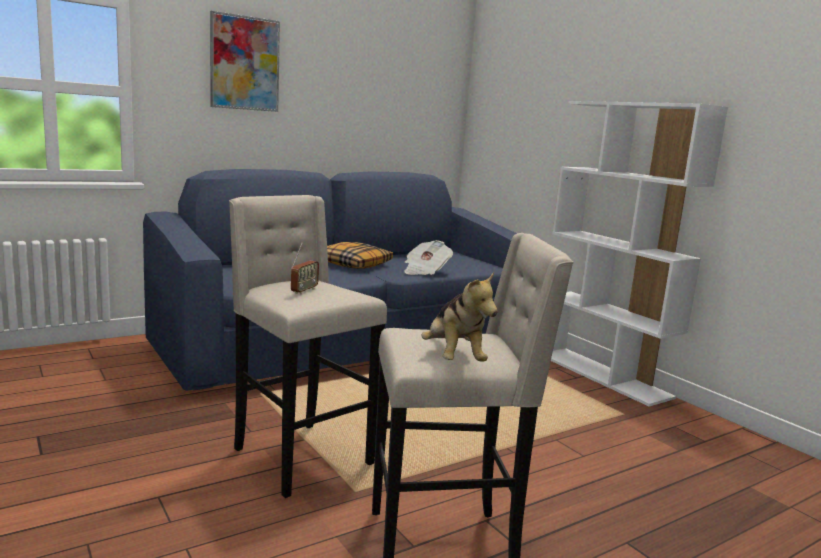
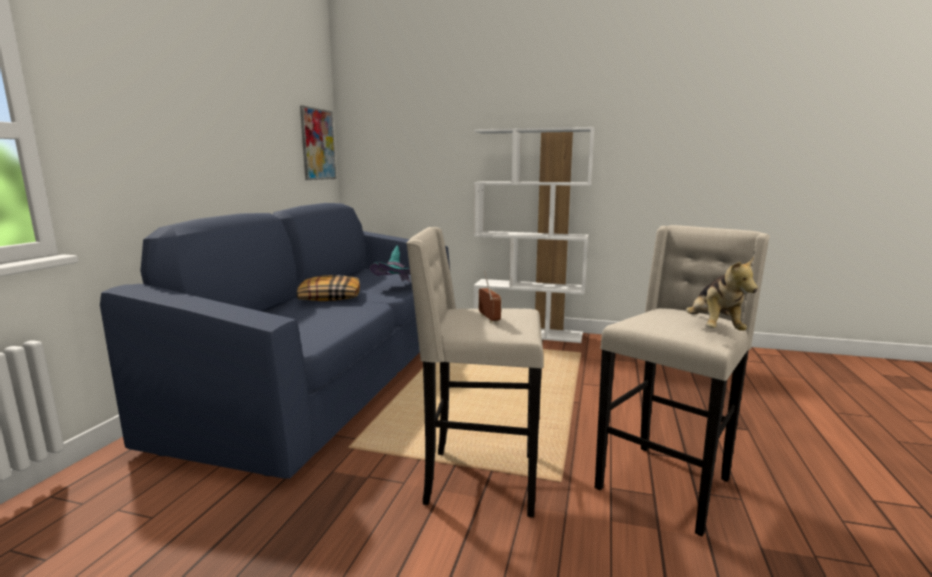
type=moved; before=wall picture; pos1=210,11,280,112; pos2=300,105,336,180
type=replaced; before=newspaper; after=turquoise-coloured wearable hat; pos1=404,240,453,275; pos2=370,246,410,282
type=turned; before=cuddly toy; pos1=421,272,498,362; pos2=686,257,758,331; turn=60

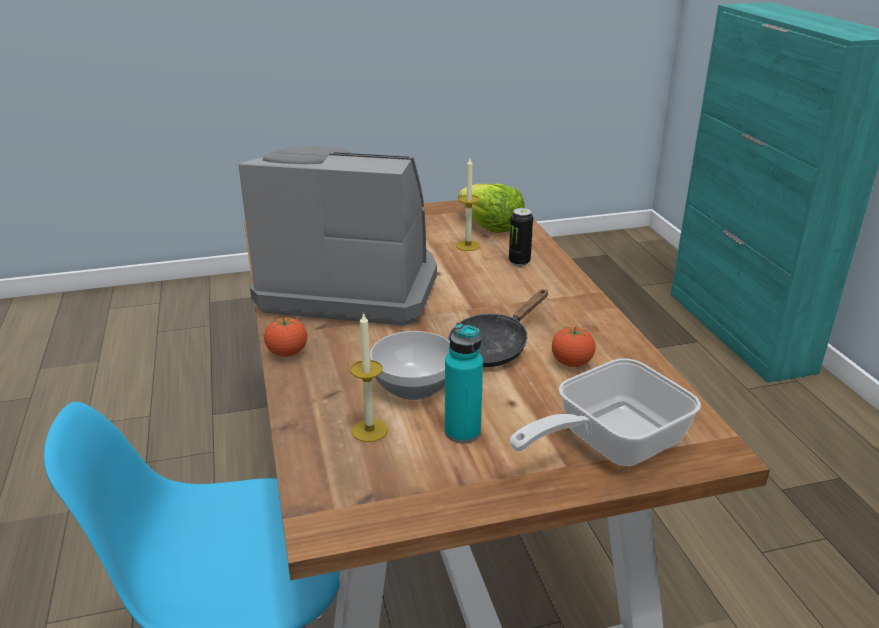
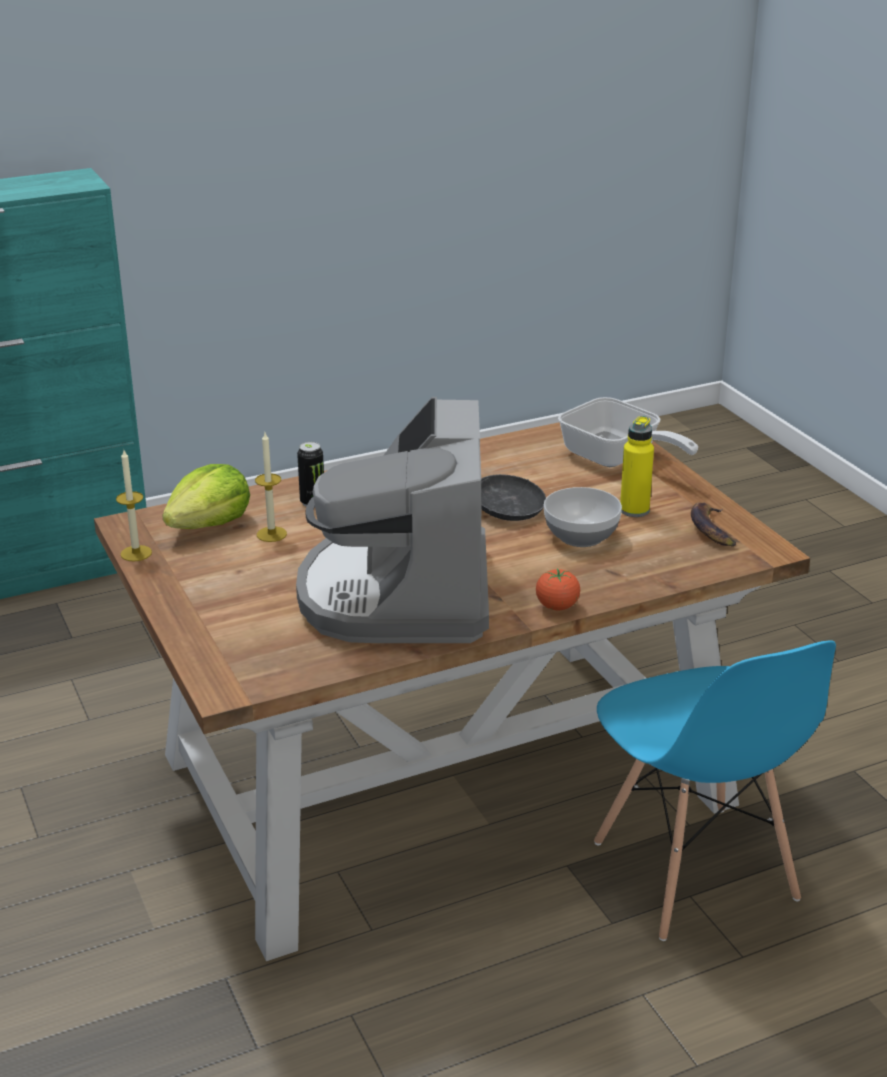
type=removed; before=whole tomato; pos1=552,325,596,367
type=added; after=banana fruit; pos2=691,502,736,547
type=moved; before=wax light; pos1=351,312,388,442; pos2=116,450,152,561
type=recoloured; before=turquoise-coloured drink bottle; after=yellow-coloured drink bottle; pos1=445,324,483,443; pos2=620,416,654,517

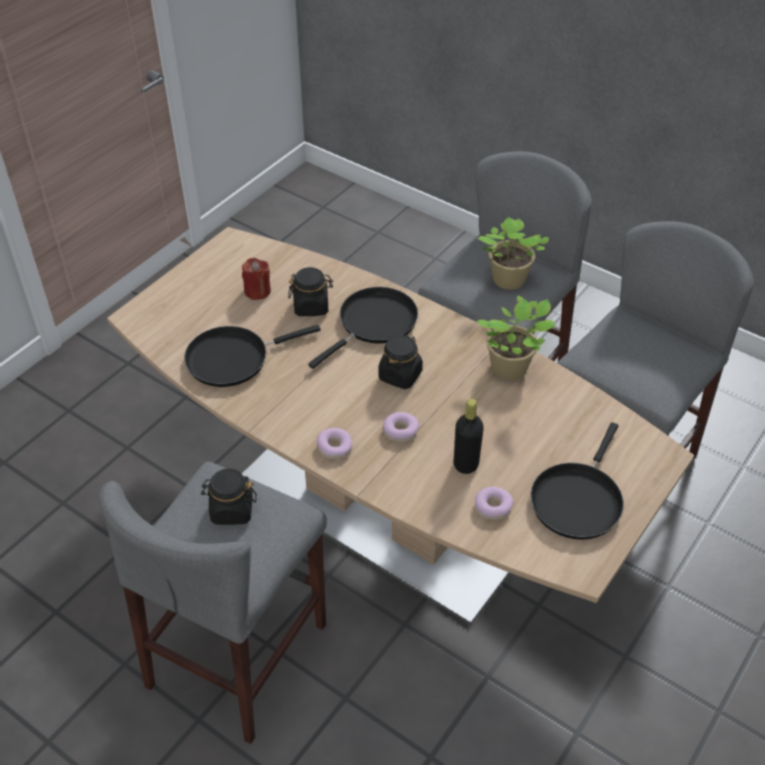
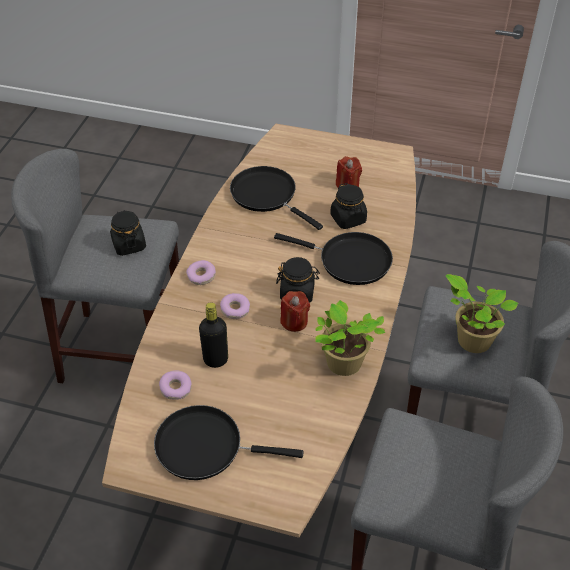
type=added; after=reddish wax light; pos2=280,291,310,332

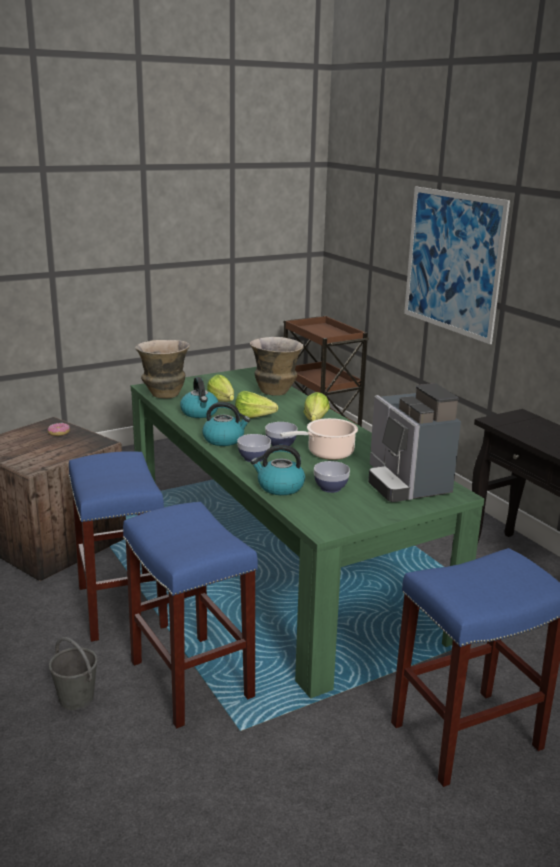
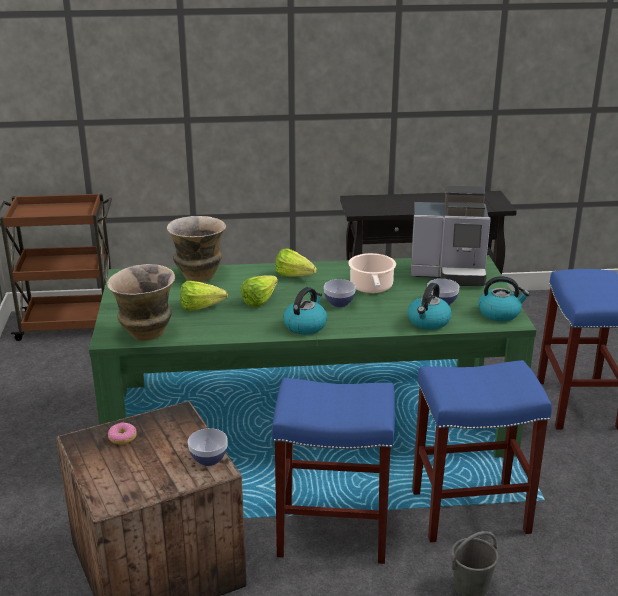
type=removed; before=wall picture; pos1=404,187,510,344
type=moved; before=kettle; pos1=180,377,218,418; pos2=478,276,530,322
type=moved; before=bowl; pos1=237,434,271,462; pos2=188,428,228,466

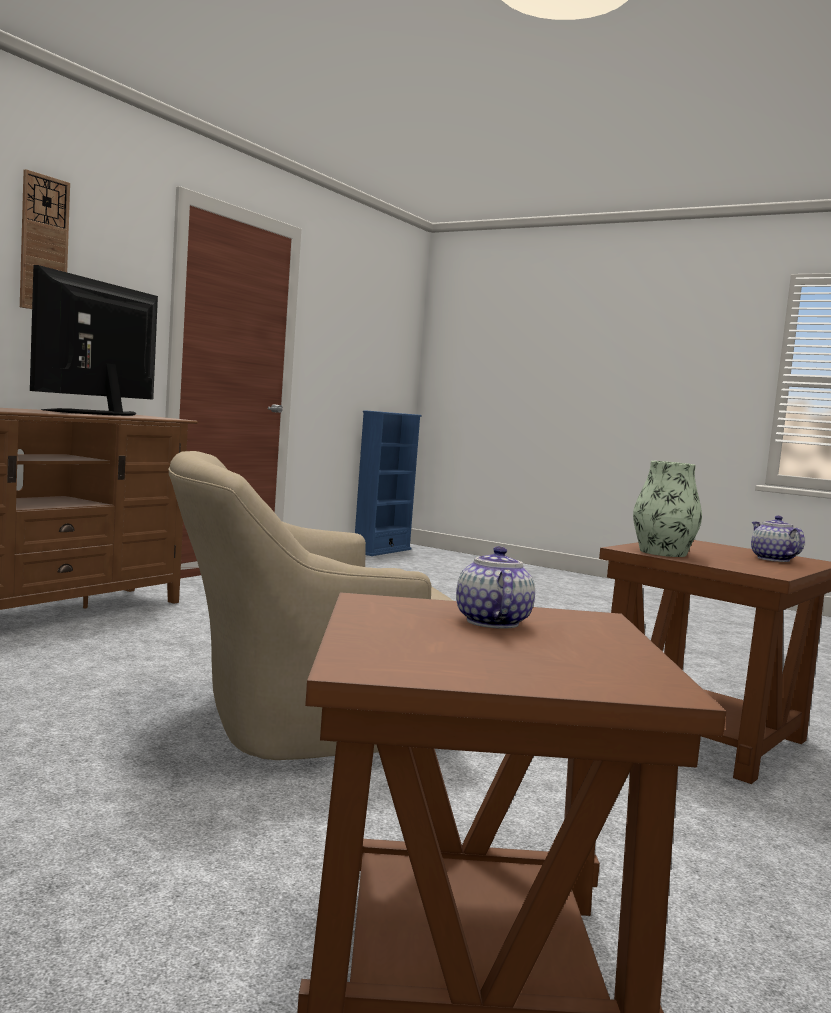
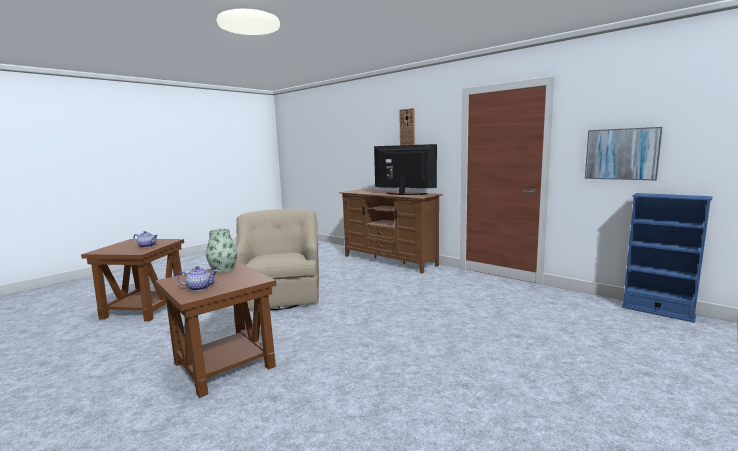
type=added; after=wall picture; pos2=585,127,662,180

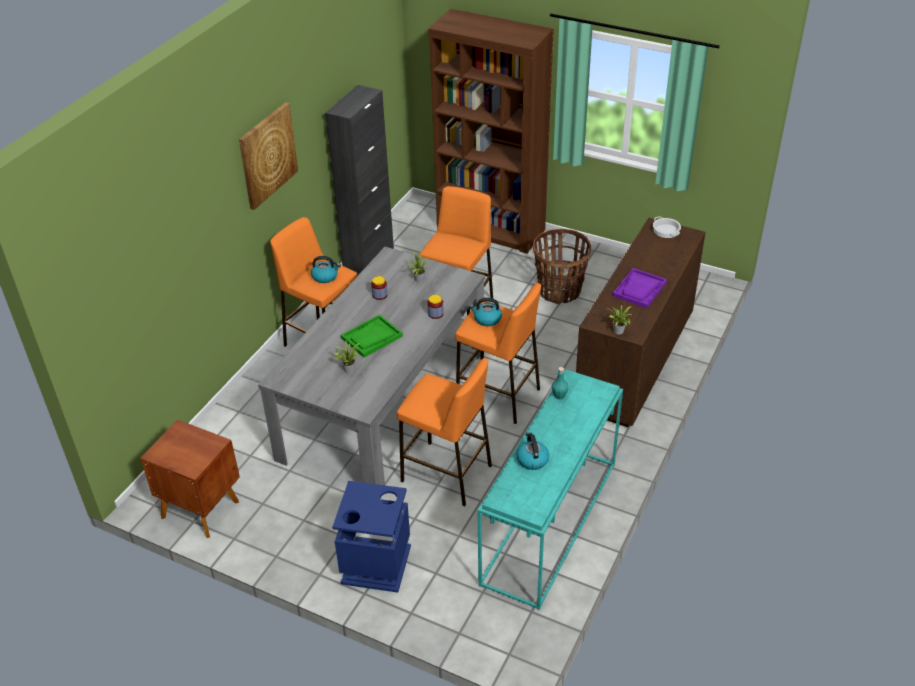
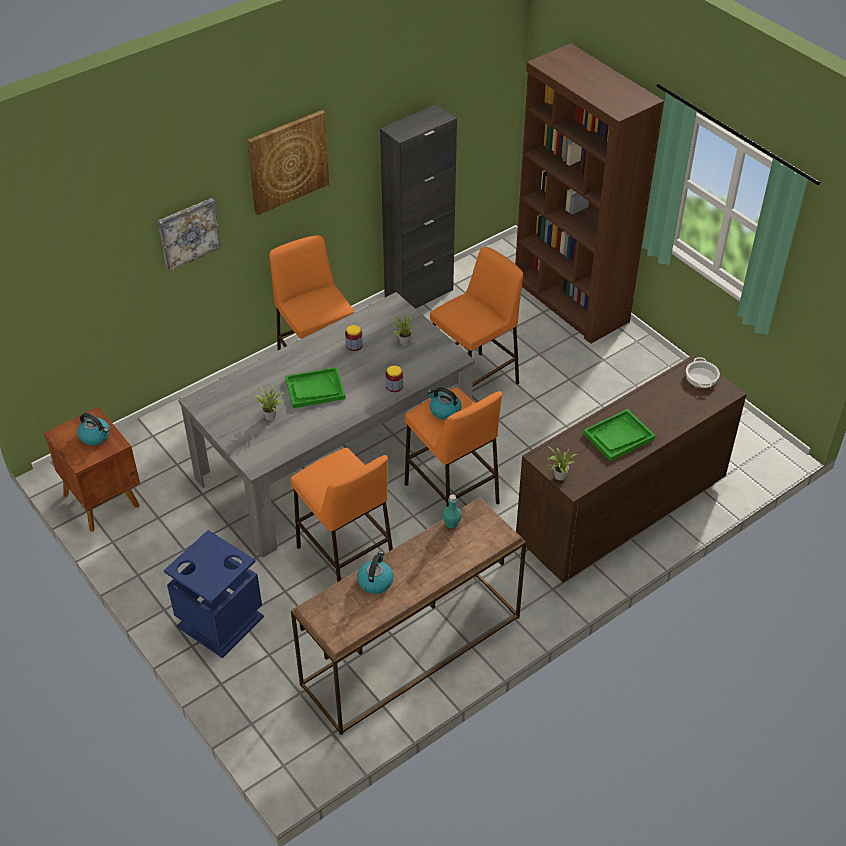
type=removed; before=household basket; pos1=533,229,591,304
type=added; after=wall picture; pos2=158,198,221,271
type=moved; before=kettle; pos1=311,256,341,283; pos2=77,413,110,445
type=recoloured; before=turquoise-coloured console table; after=brownish console table; pos1=478,370,623,610; pos2=291,497,526,735
type=recoloured; before=purple-coloured tray; after=green-coloured tray; pos1=613,268,667,308; pos2=583,409,655,461

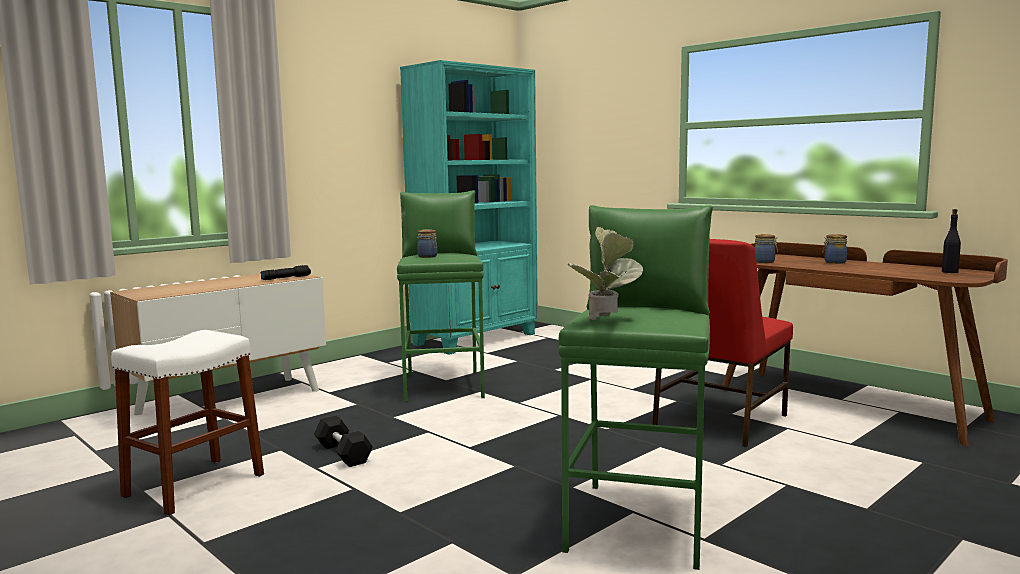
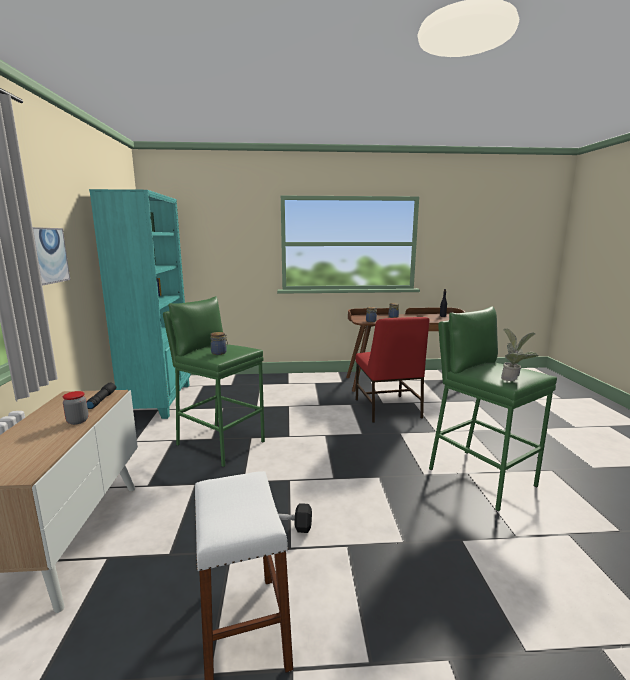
type=added; after=wall picture; pos2=33,227,70,286
type=added; after=storage jar; pos2=63,391,88,425

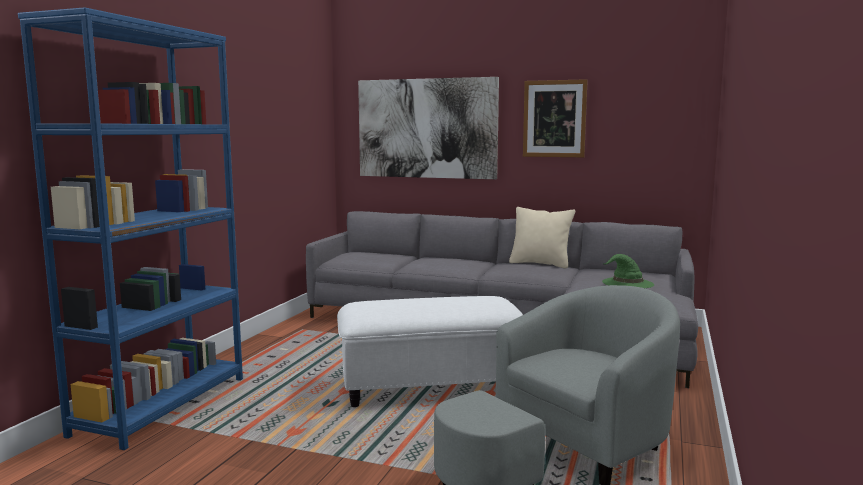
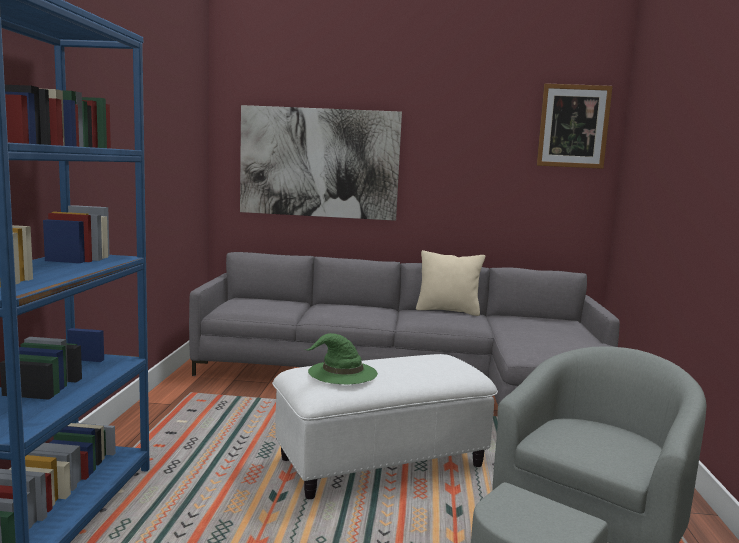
type=moved; before=wall picture; pos1=523,79,588,157; pos2=537,83,613,169
type=moved; before=green-coloured wearable hat; pos1=602,254,654,288; pos2=304,333,378,385

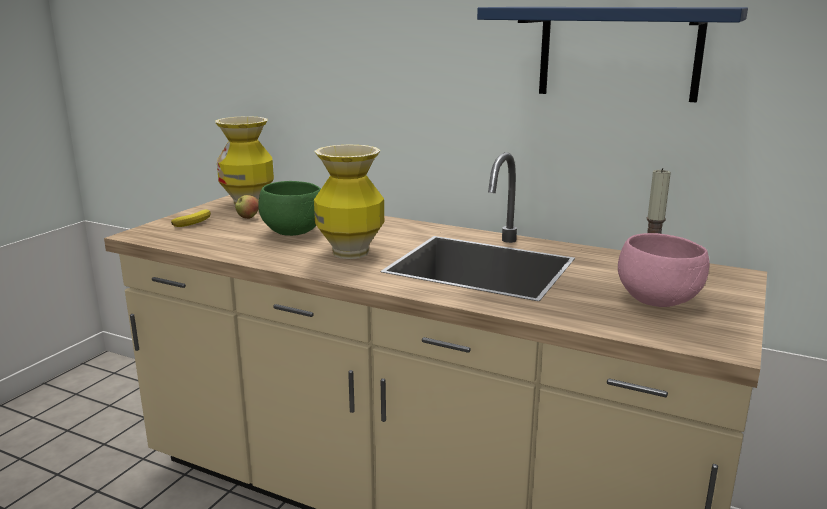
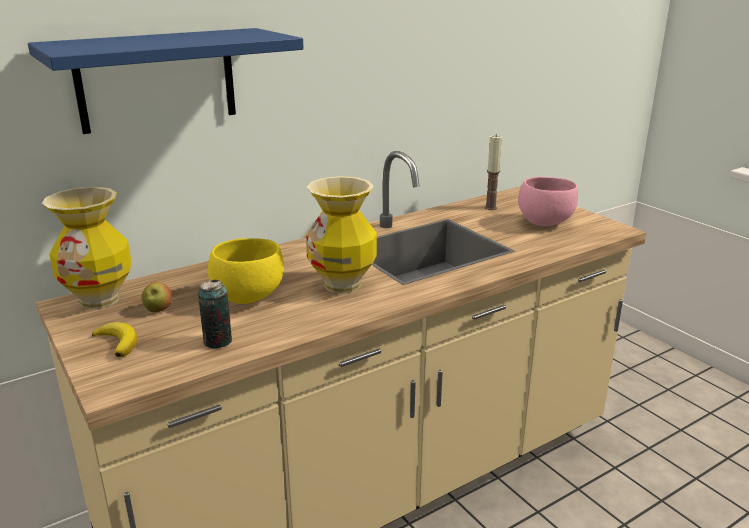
type=added; after=sealed can; pos2=198,280,232,349
type=moved; before=blue-coloured wall shelf; pos1=477,7,748,102; pos2=28,28,304,134
type=recoloured; before=green-coloured bowl; after=yellow-coloured bowl; pos1=258,181,321,236; pos2=208,238,284,304

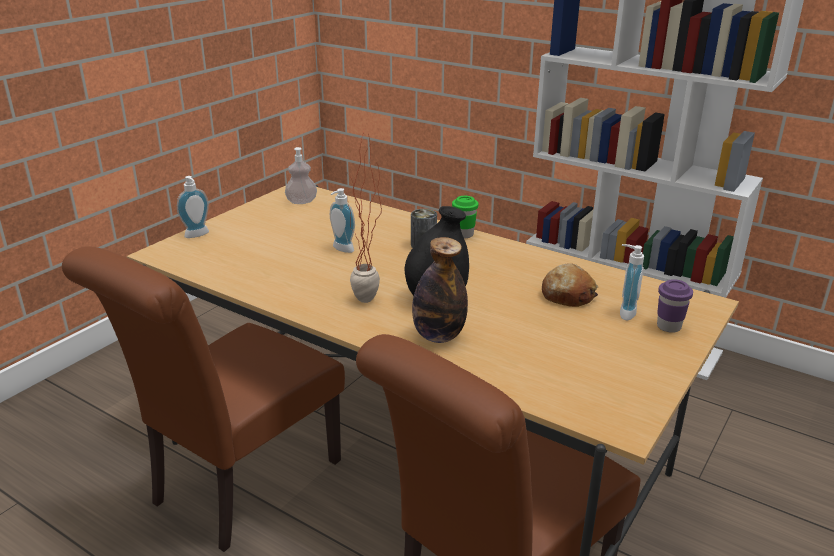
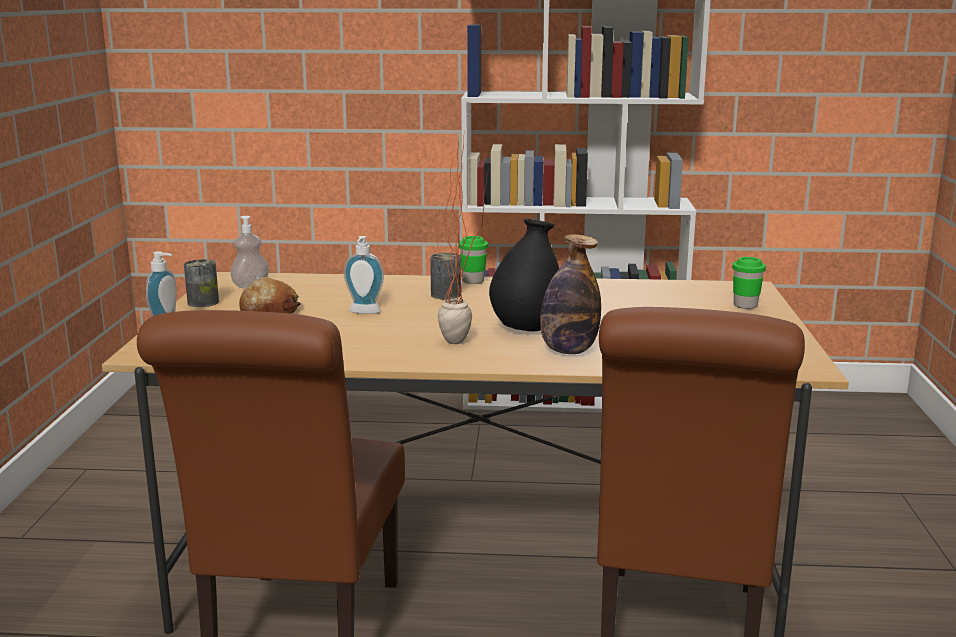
type=removed; before=soap dispenser; pos1=620,244,644,320
type=added; after=sealed can; pos2=184,259,219,307
type=moved; before=bakery bread; pos1=542,263,598,307; pos2=239,277,301,314
type=recoloured; before=purple-coloured small cup; after=green-coloured small cup; pos1=657,279,693,333; pos2=732,257,766,309

